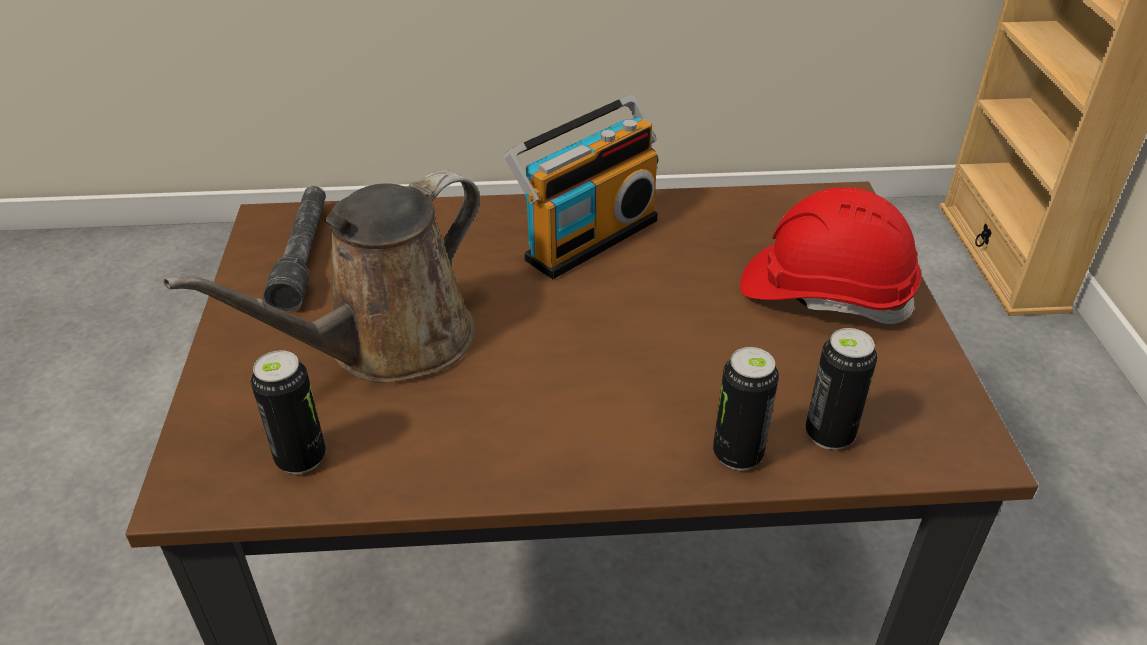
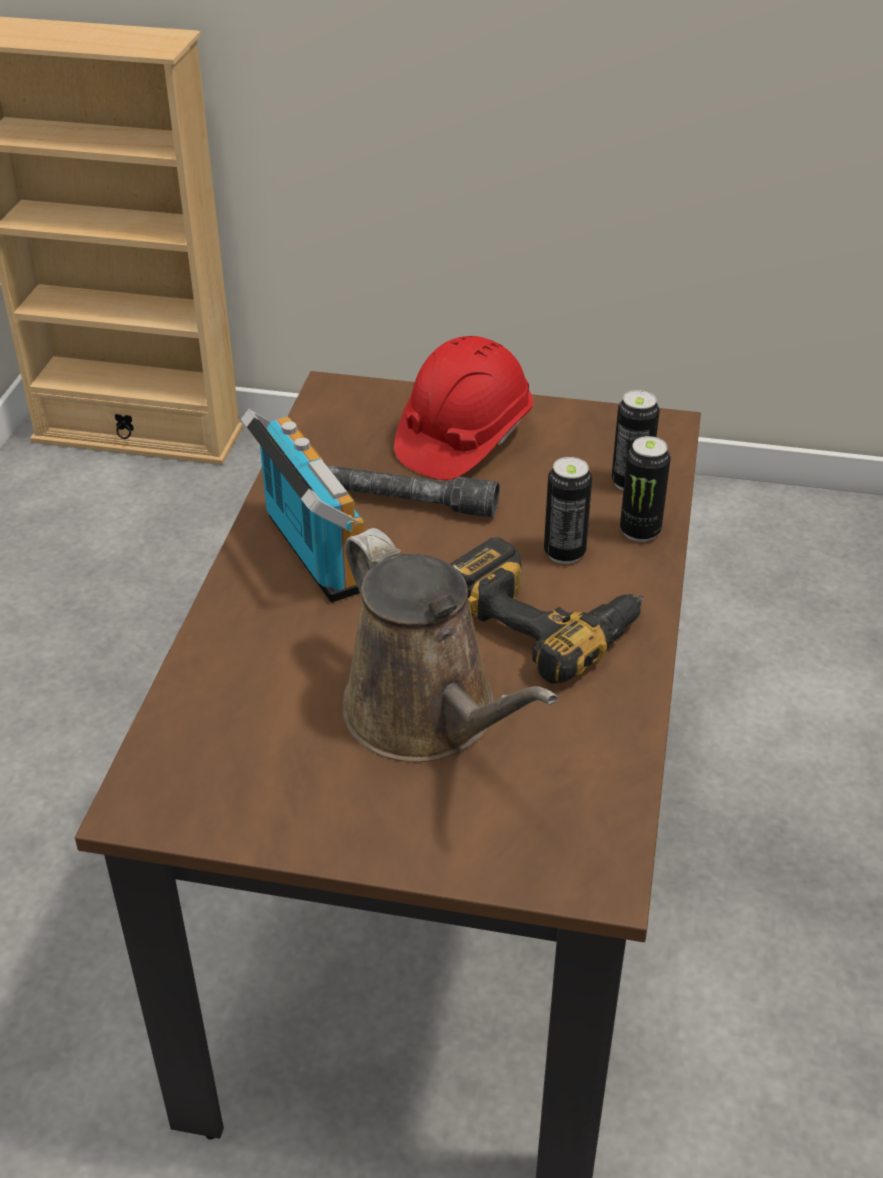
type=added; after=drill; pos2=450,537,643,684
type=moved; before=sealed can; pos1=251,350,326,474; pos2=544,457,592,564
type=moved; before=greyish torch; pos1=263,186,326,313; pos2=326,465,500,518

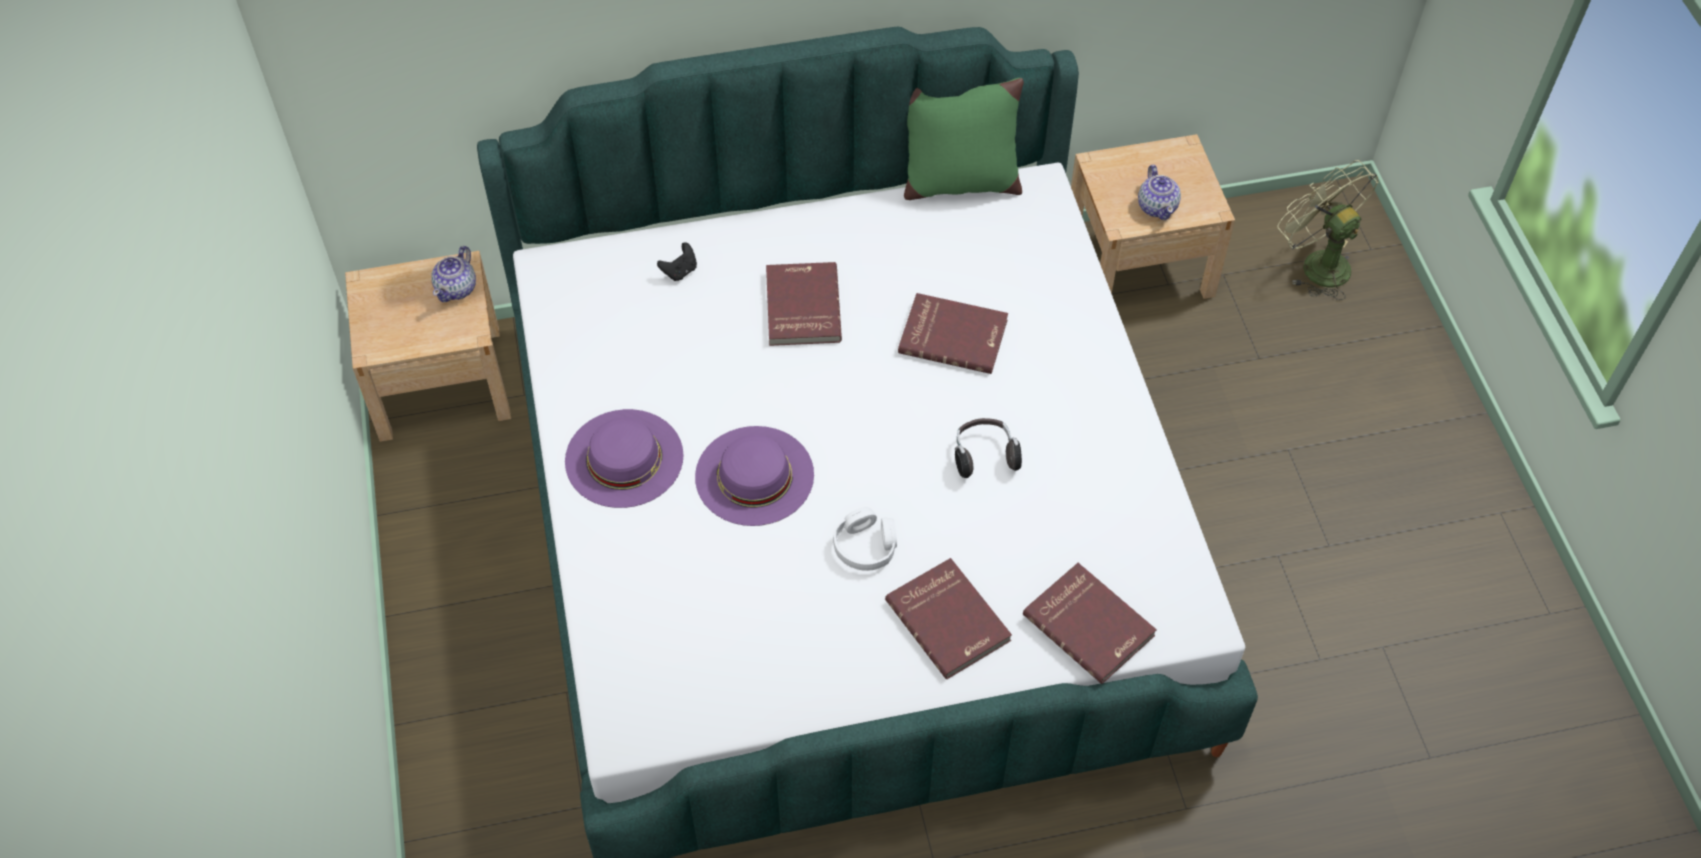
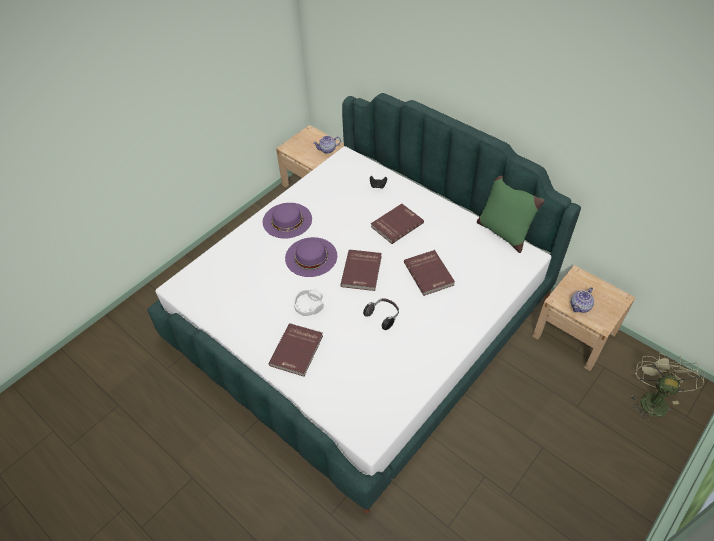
type=moved; before=reddish bound book; pos1=1023,563,1157,684; pos2=340,249,382,291

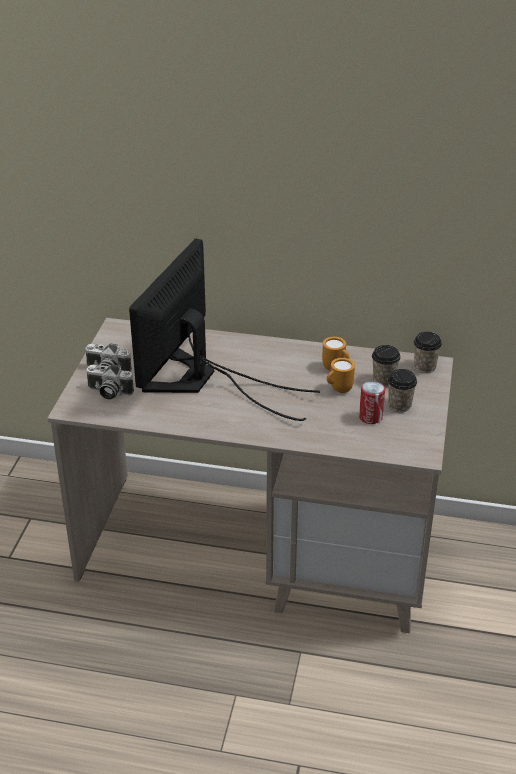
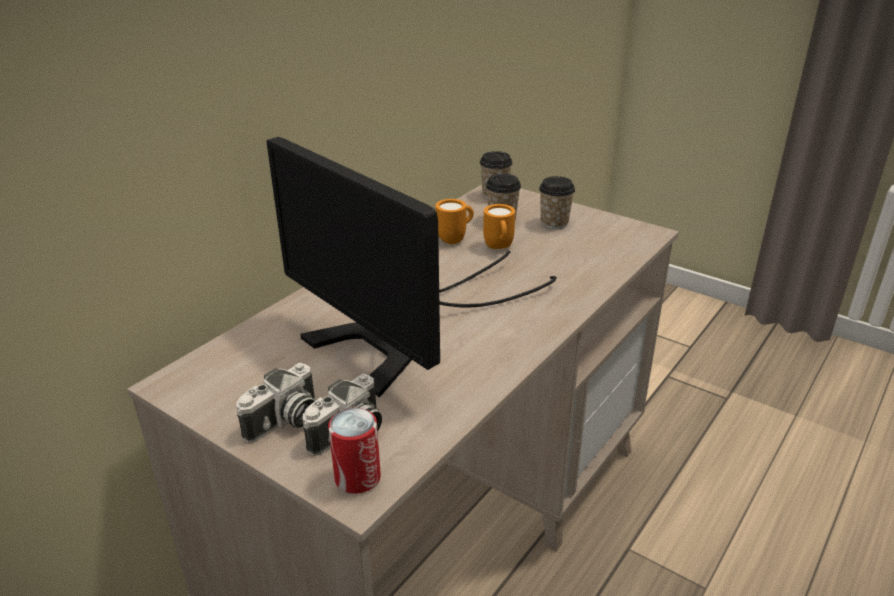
type=moved; before=sealed can; pos1=359,381,385,424; pos2=328,408,381,494

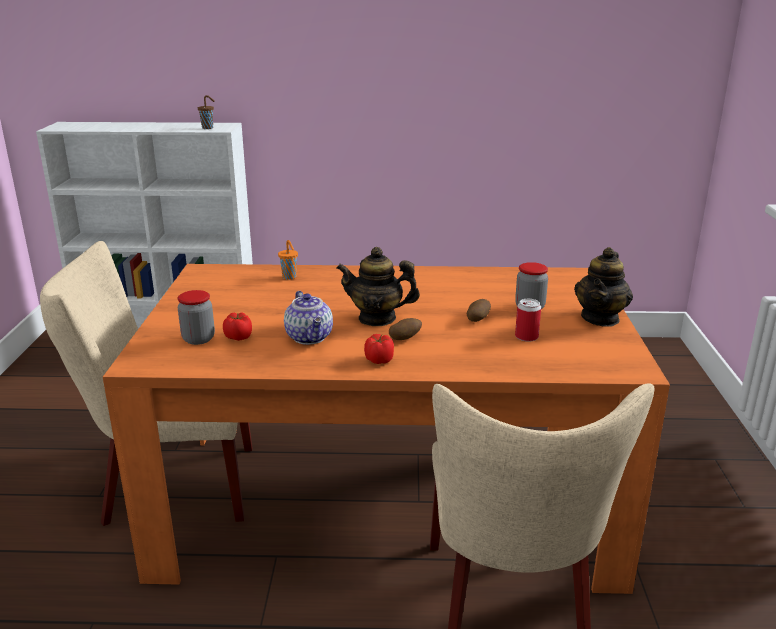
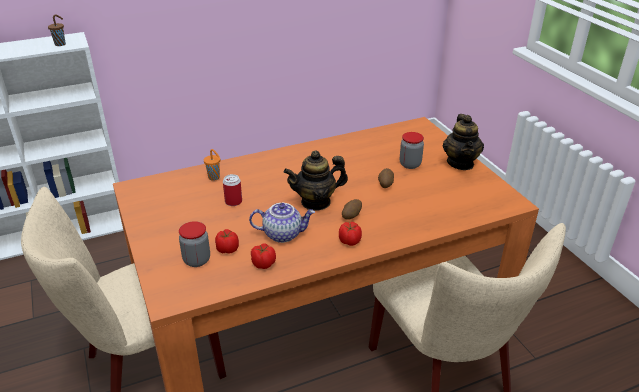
type=added; after=whole tomato; pos2=251,243,276,269
type=moved; before=sealed can; pos1=515,299,541,342; pos2=223,174,242,206
type=turned; before=teapot; pos1=284,291,333,345; pos2=249,203,315,243; turn=-45

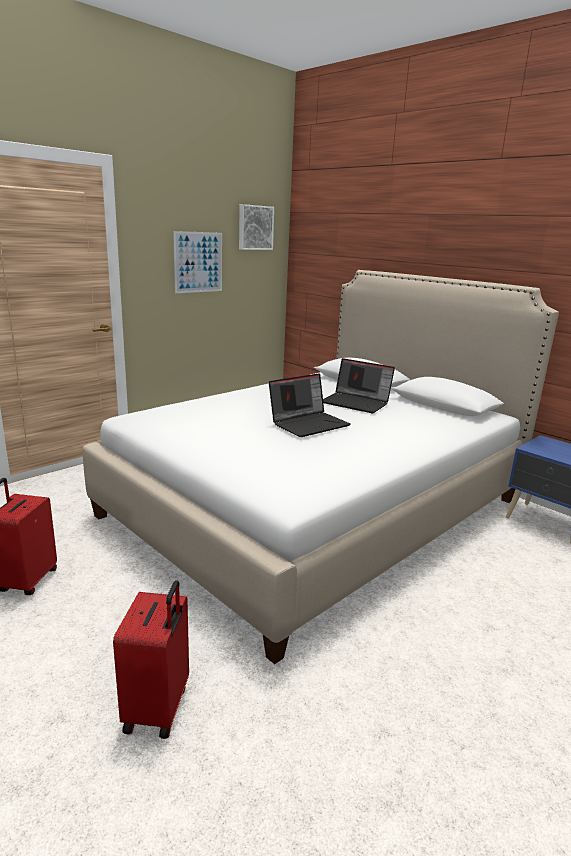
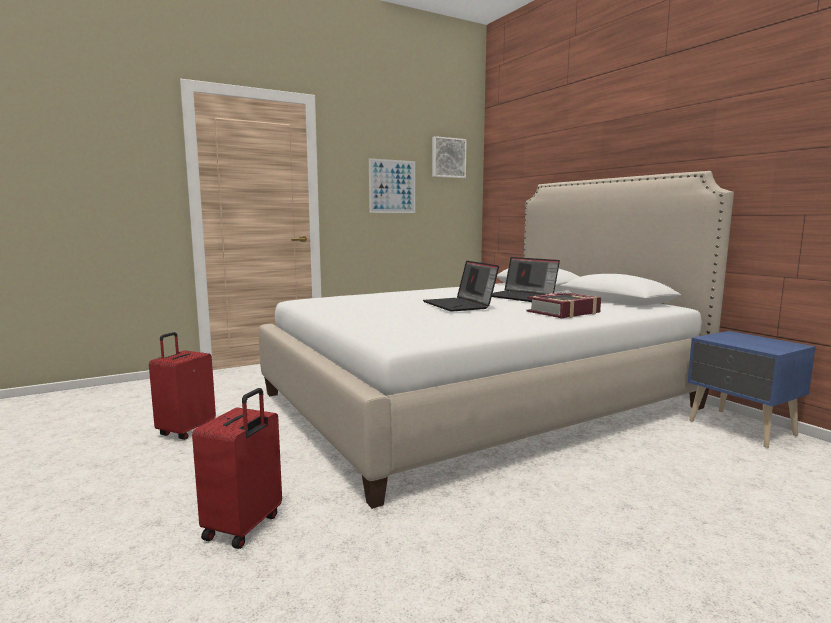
type=added; after=bound book; pos2=526,292,601,318
type=turned; before=portable computer; pos1=269,373,350,437; pos2=423,261,499,312; turn=90

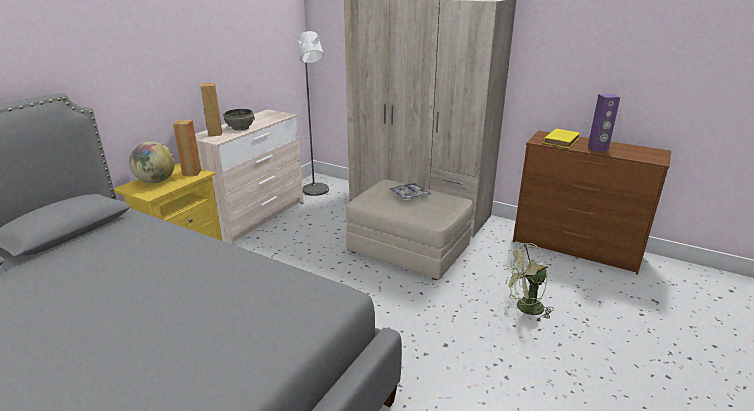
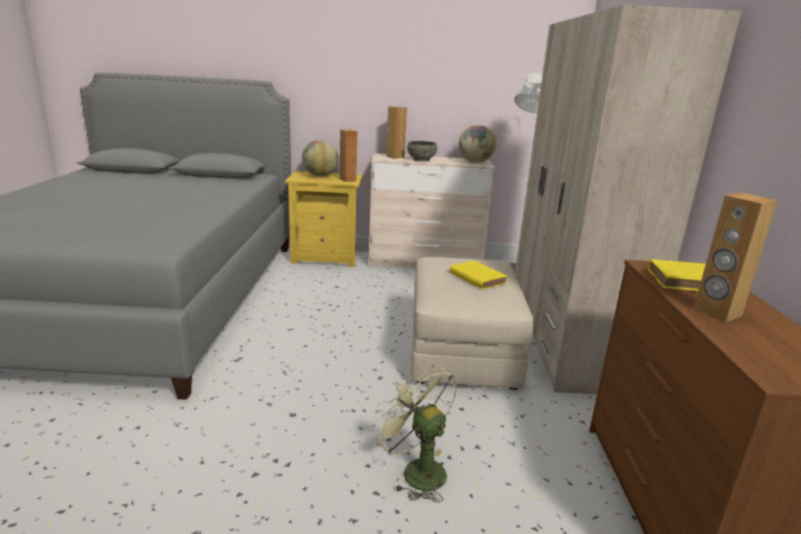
type=added; after=desk globe; pos2=459,125,496,163
type=replaced; before=tray; after=yellow-coloured bound book; pos1=390,183,432,201; pos2=450,260,508,290
type=recoloured; before=purple-coloured loudspeaker; after=brownish loudspeaker; pos1=588,94,620,151; pos2=693,193,777,322

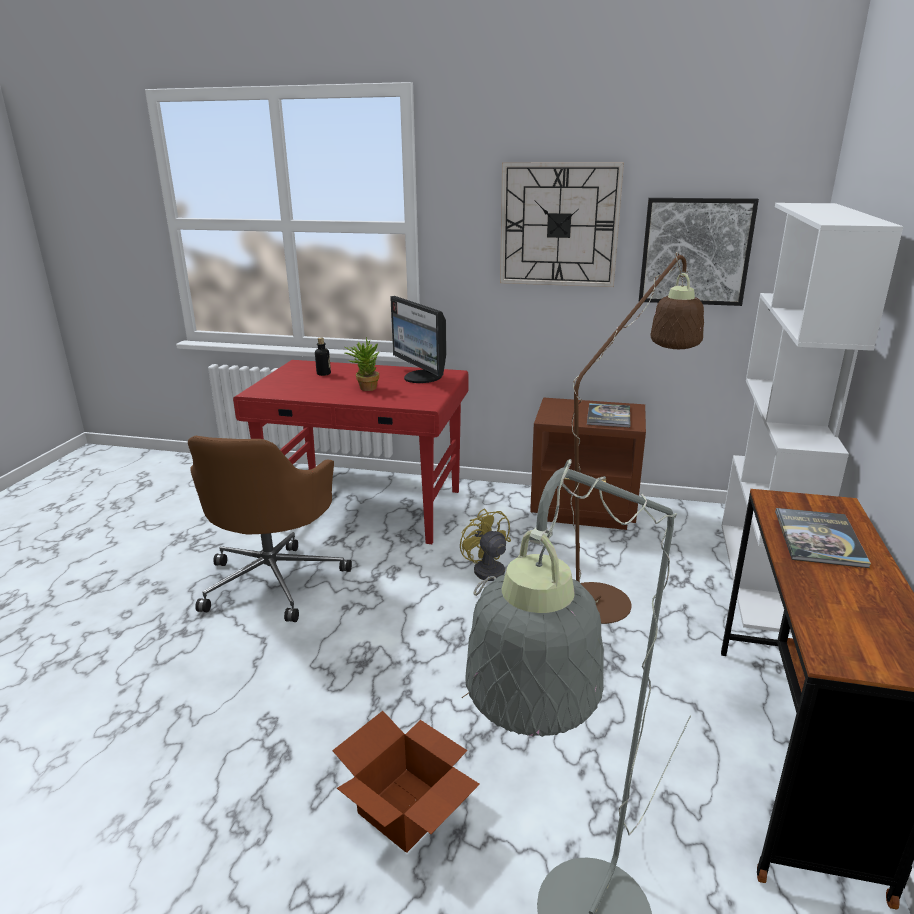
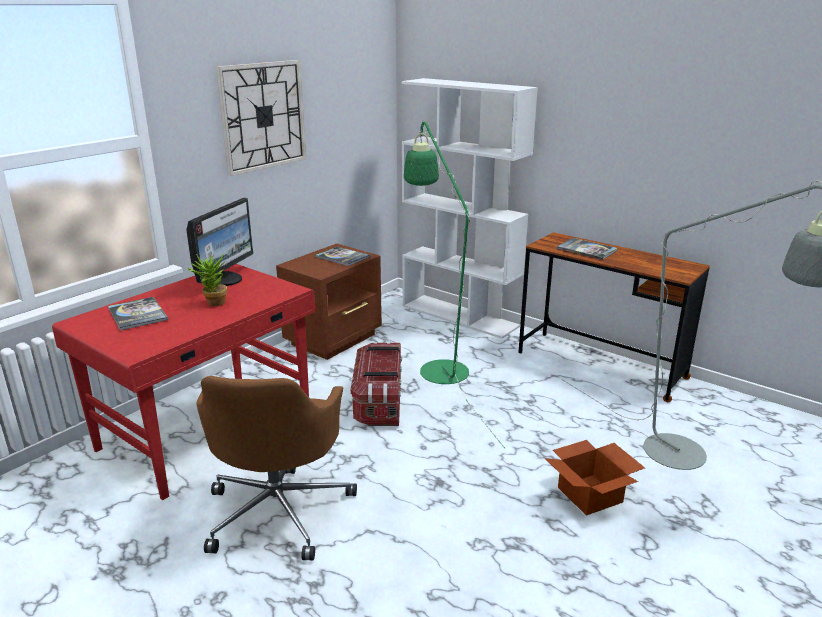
type=removed; before=wall picture; pos1=639,198,759,306
type=replaced; before=drink bottle; after=bound book; pos1=315,337,331,376; pos2=108,297,168,330
type=replaced; before=yellow-coloured fan; after=storage box; pos1=460,508,511,596; pos2=351,342,402,426
type=recoloured; before=brownish floor lamp; after=green-coloured floor lamp; pos1=462,252,704,698; pos2=404,120,505,448
type=turned; before=brownish desk chair; pos1=188,436,352,622; pos2=197,376,357,561; turn=60
type=turned; before=monitor; pos1=390,296,447,383; pos2=186,198,253,286; turn=-60

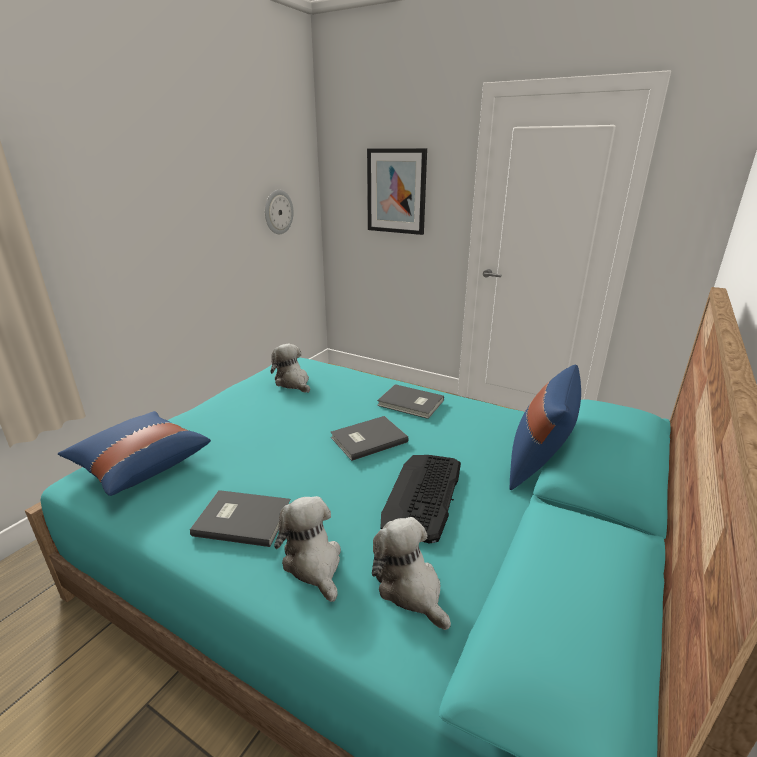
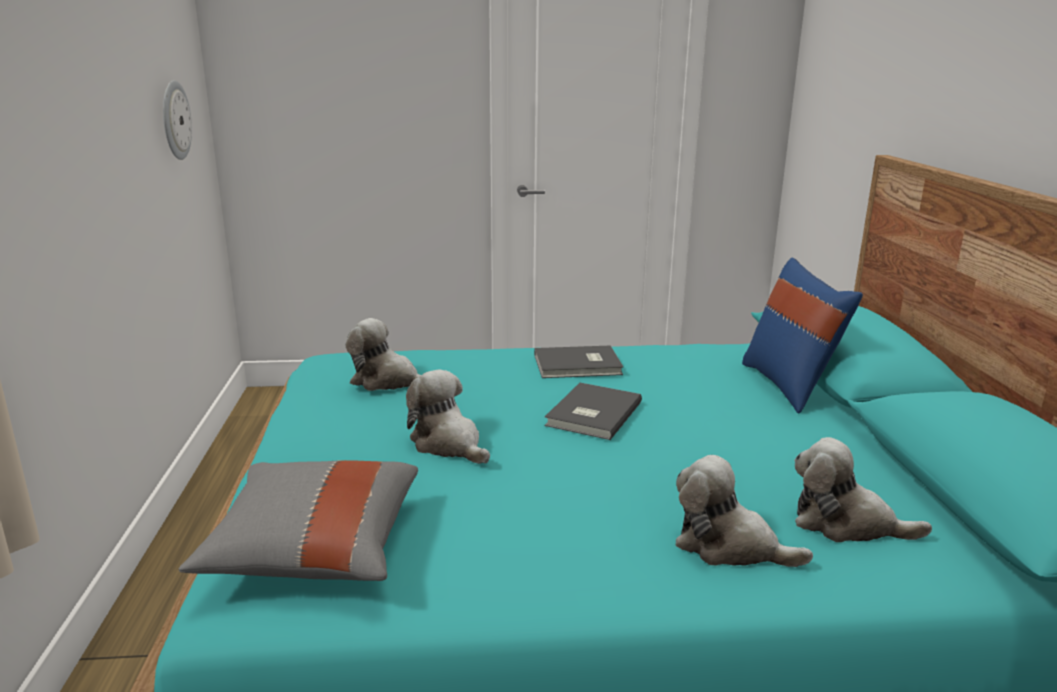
type=removed; before=greyish bound book; pos1=190,490,290,547
type=removed; before=wall picture; pos1=367,148,427,235
type=removed; before=computer keyboard; pos1=380,455,461,543
type=added; after=cuddly toy; pos2=406,370,490,464
type=recoloured; before=blue-coloured pillow; after=greyish pillow; pos1=58,411,211,496; pos2=179,460,418,581

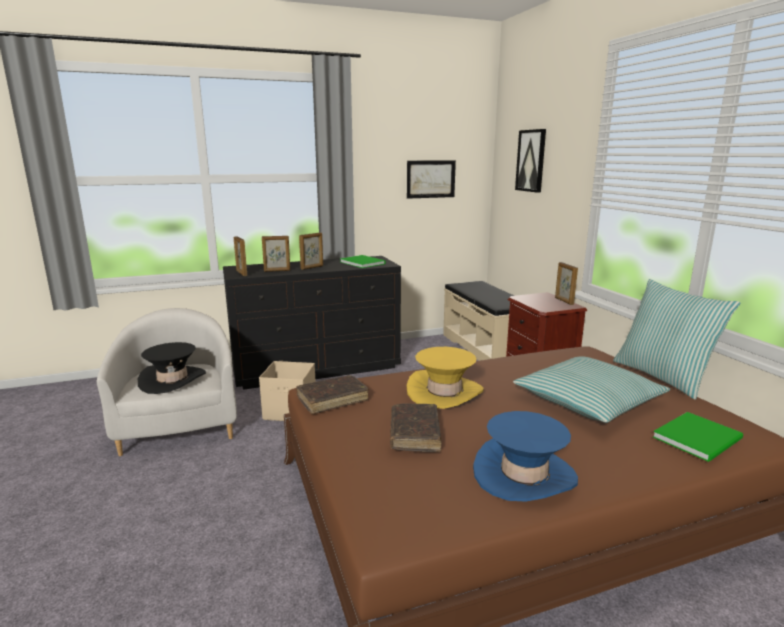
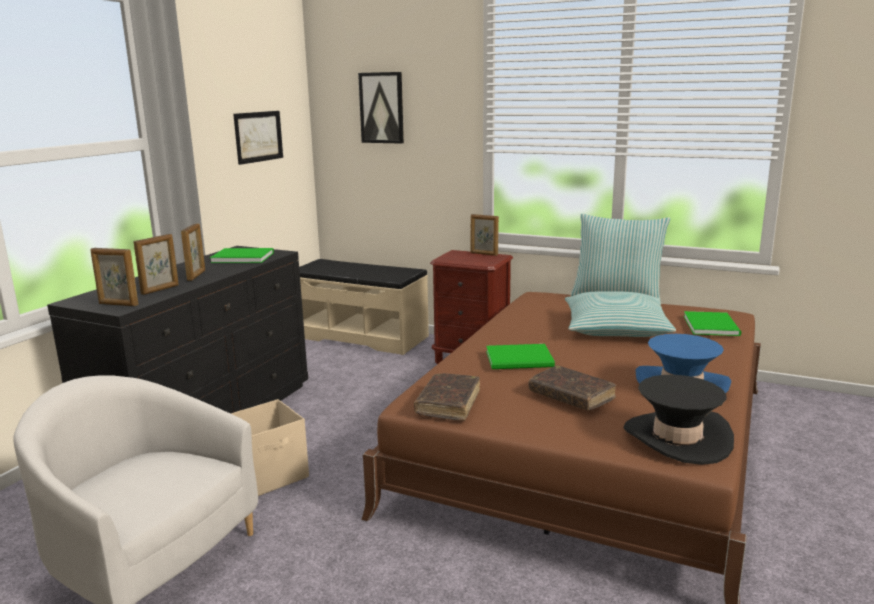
type=moved; before=black wearable hat; pos1=138,342,206,394; pos2=624,375,734,465
type=replaced; before=yellow-coloured wearable hat; after=green-coloured bound book; pos1=406,347,484,409; pos2=486,344,555,369

